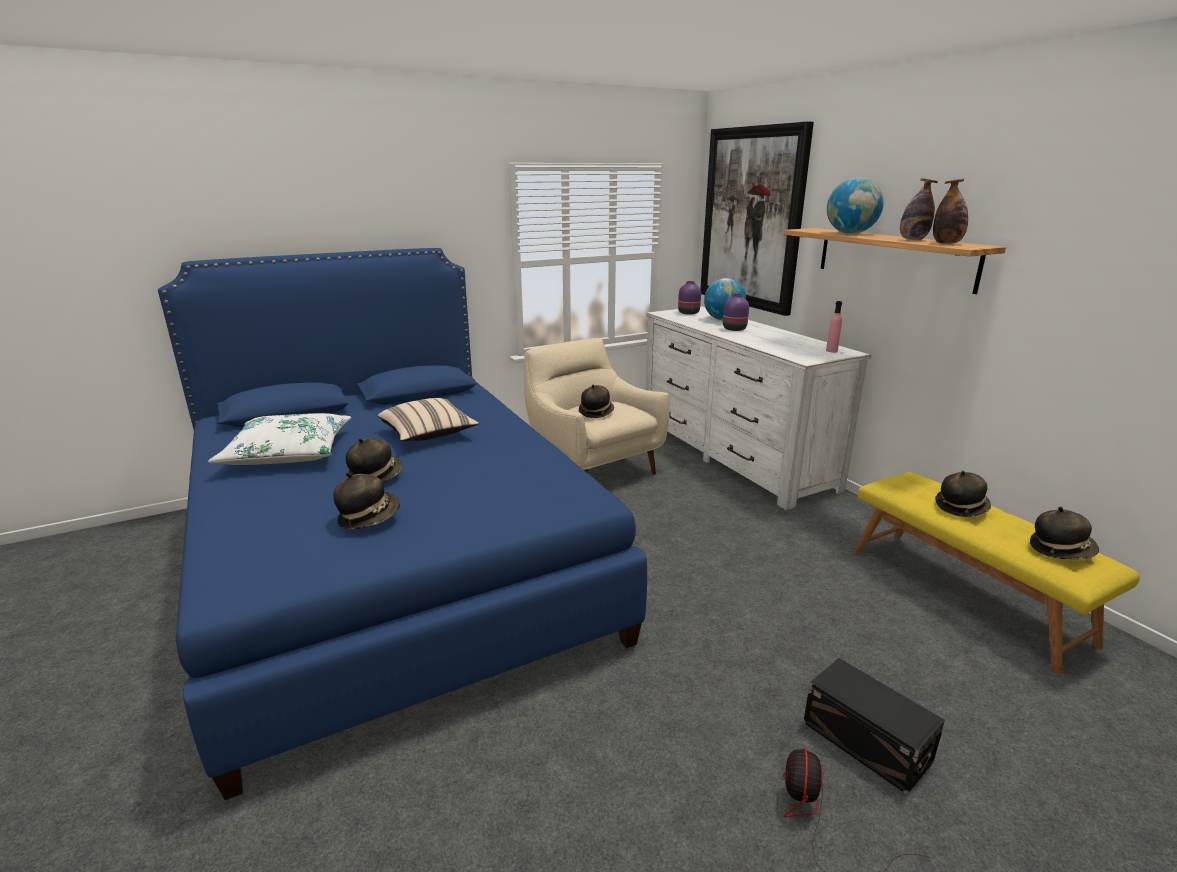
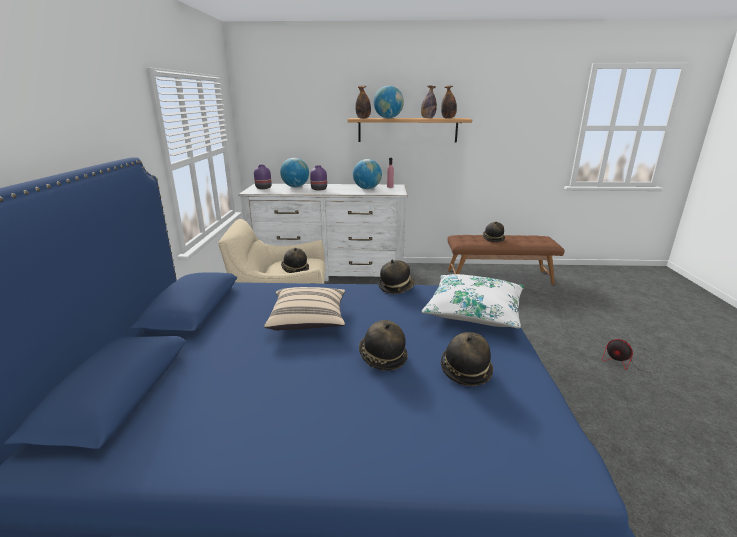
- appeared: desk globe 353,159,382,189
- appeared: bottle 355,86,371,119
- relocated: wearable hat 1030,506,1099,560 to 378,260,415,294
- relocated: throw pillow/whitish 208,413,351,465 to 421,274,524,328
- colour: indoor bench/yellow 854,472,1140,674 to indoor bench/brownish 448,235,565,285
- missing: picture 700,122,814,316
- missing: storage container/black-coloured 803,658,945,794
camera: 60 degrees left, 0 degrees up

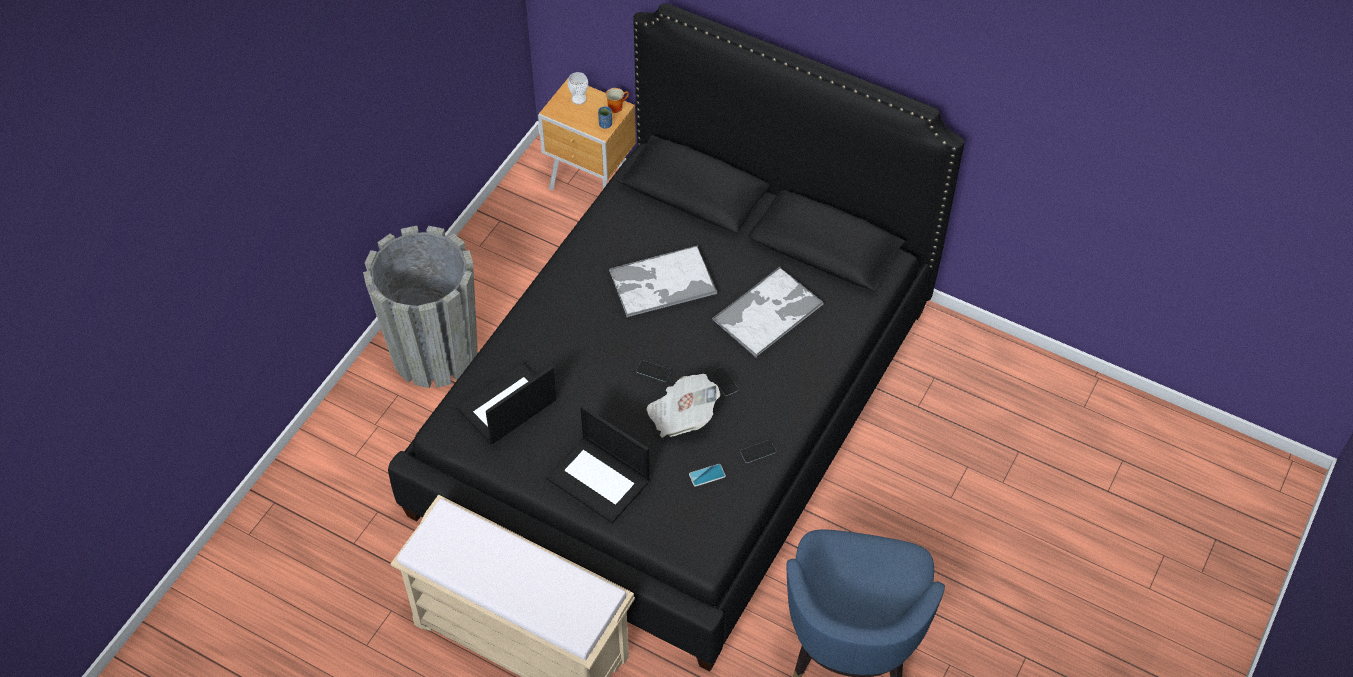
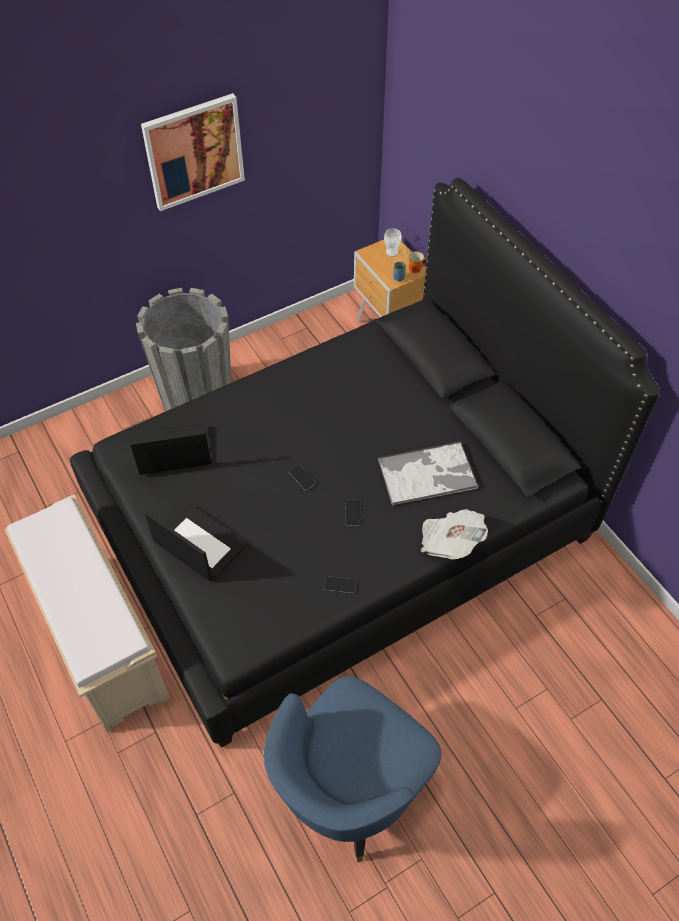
- appeared: picture 141,93,245,211
- spun: notebook computer 546,406,650,523 = 145,504,248,581 150 degrees clockwise
- relocated: newspaper 646,374,720,438 to 421,509,488,560
- missing: serving tray 609,245,717,317
- missing: handset 689,464,726,487
camera: 30 degrees right, 0 degrees up

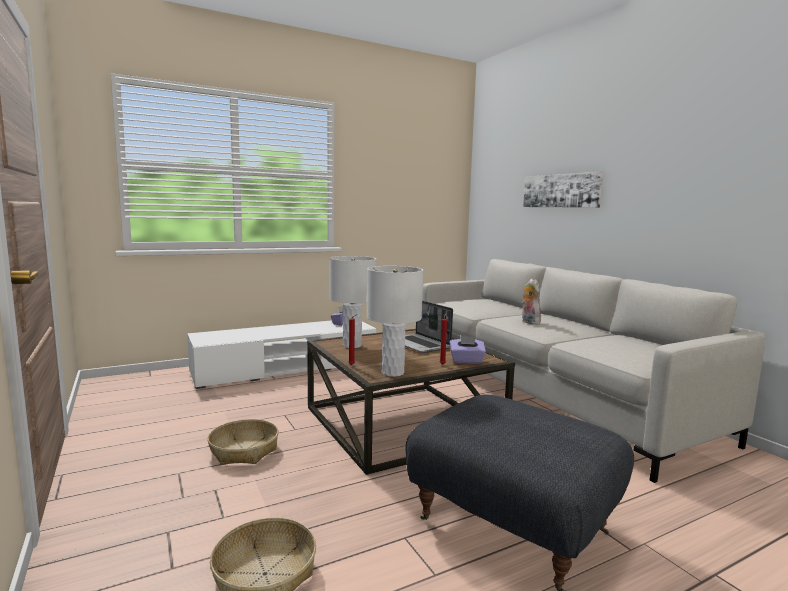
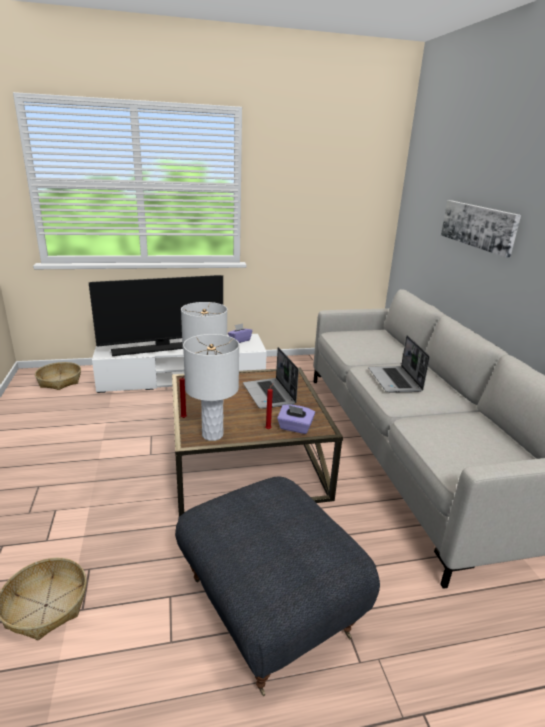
- relocated: storage basket 207,419,279,465 to 35,362,81,390
- appeared: television 89,275,223,356
- exchanged: cuddly toy 522,279,541,325 to notebook computer 368,335,430,393
camera: 15 degrees right, 15 degrees up

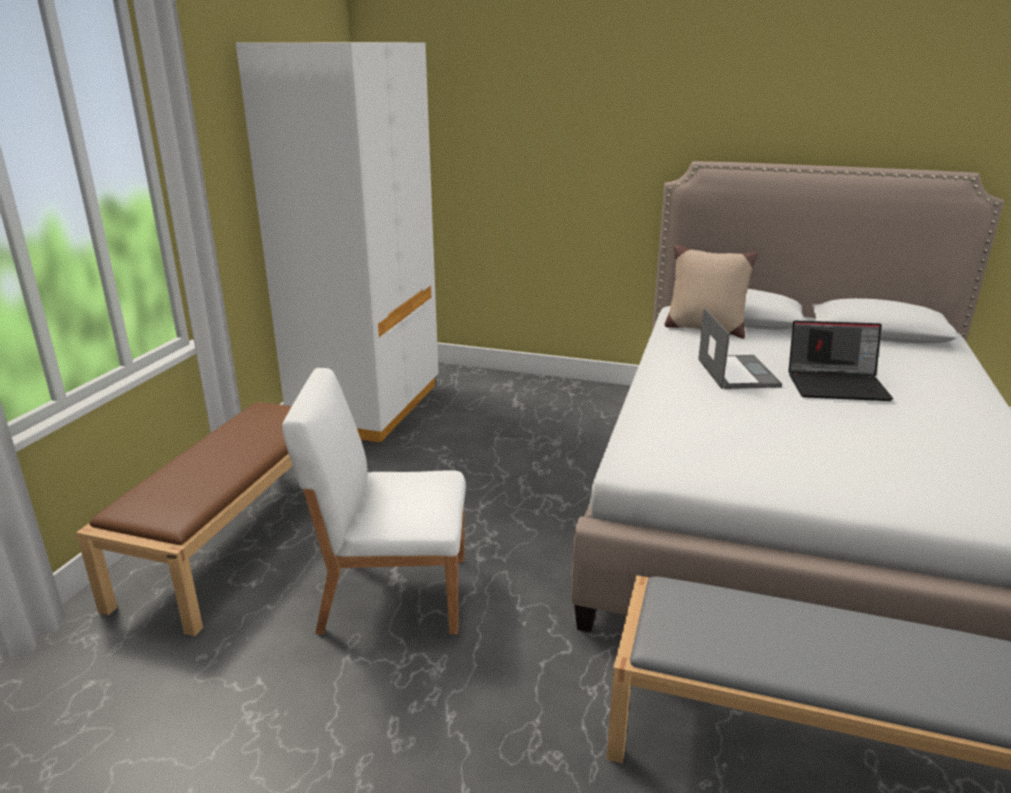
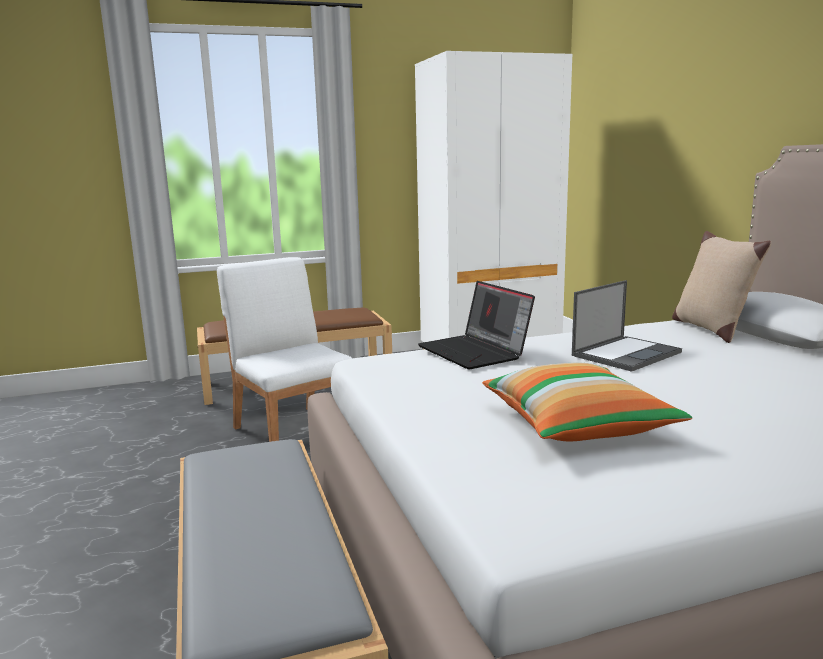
- relocated: notebook computer 788,321,893,401 to 418,281,535,369
- appeared: throw pillow 482,363,692,441
camera: 55 degrees right, 10 degrees down

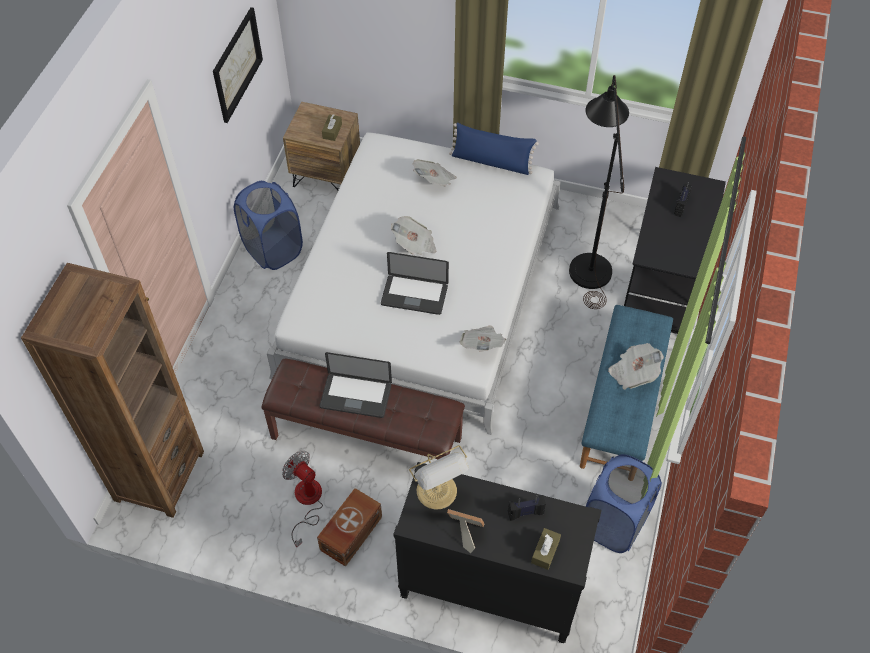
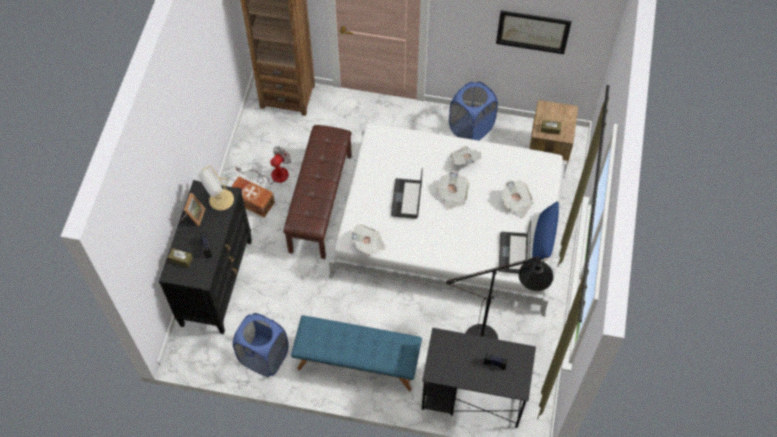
- relocated: newspaper 608,343,664,390 to 450,146,481,165
- relocated: notebook computer 320,352,392,418 to 499,221,531,274
camera: 85 degrees right, 5 degrees up

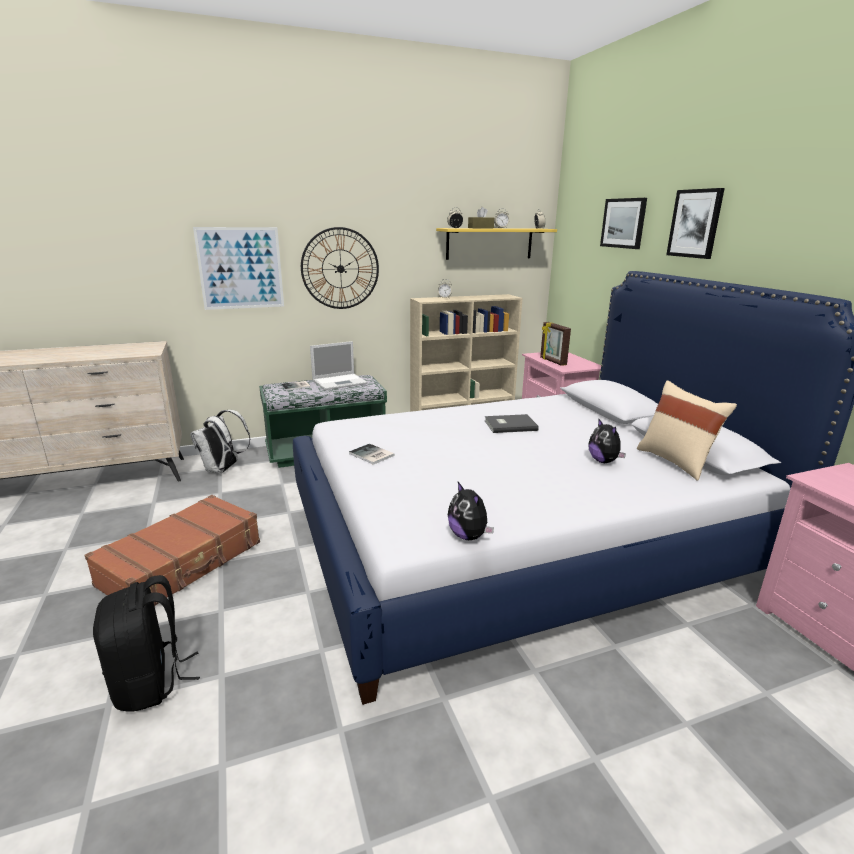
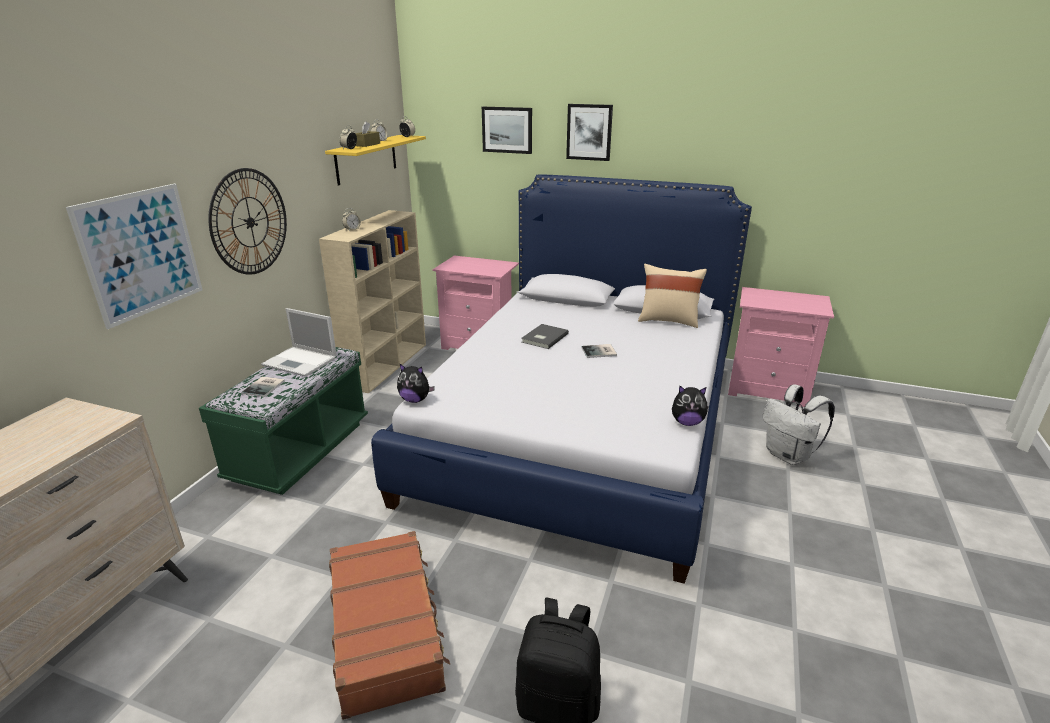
- spun: notebook computer 310,341,368,390 = 261,308,337,377 105 degrees clockwise
- relocated: cuddly toy 588,418,626,463 to 397,363,435,403
- relocated: book 349,444,394,465 to 582,344,617,358
- relocated: rucksack/whitish 190,410,250,473 to 763,384,835,465
- missing: photo frame 540,322,571,366
camera: 50 degrees left, 5 degrees up

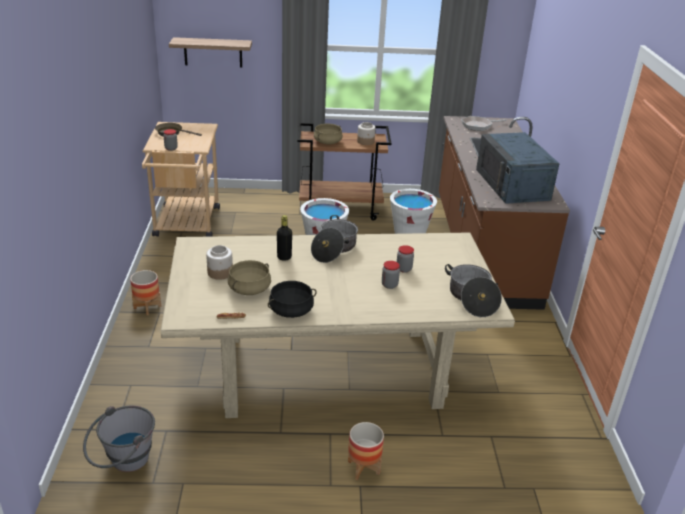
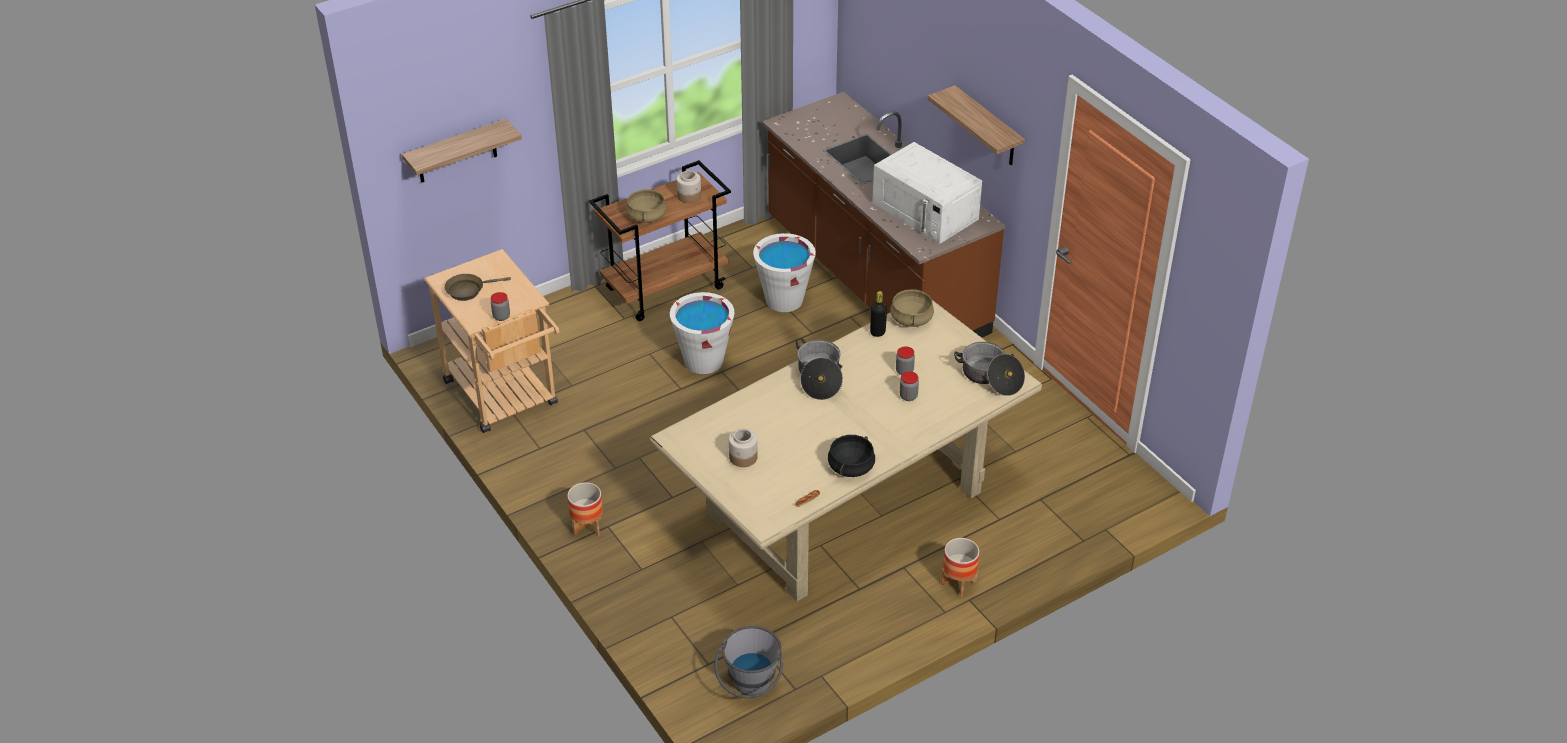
- relocated: bottle/black-coloured 277,215,292,261 to 870,291,887,337
- colour: microwave oven/blue-coloured 476,132,559,204 to microwave oven/whitish 872,142,982,244
- relocated: stockpot/beige 228,260,271,295 to 890,289,934,327
- appeared: wall shelf 928,85,1025,165
- missing: pan 461,116,507,131
camera: 30 degrees left, 10 degrees up

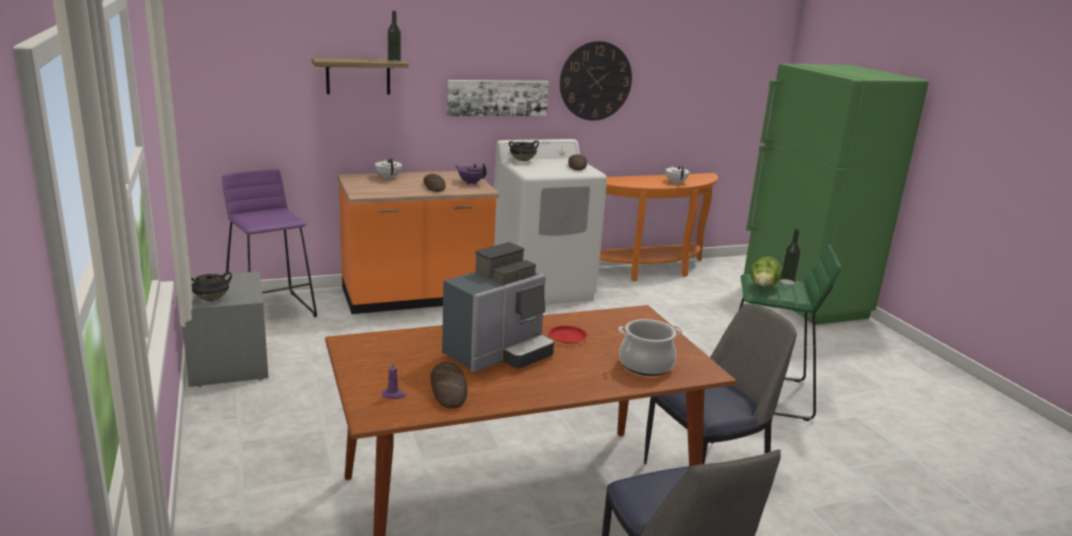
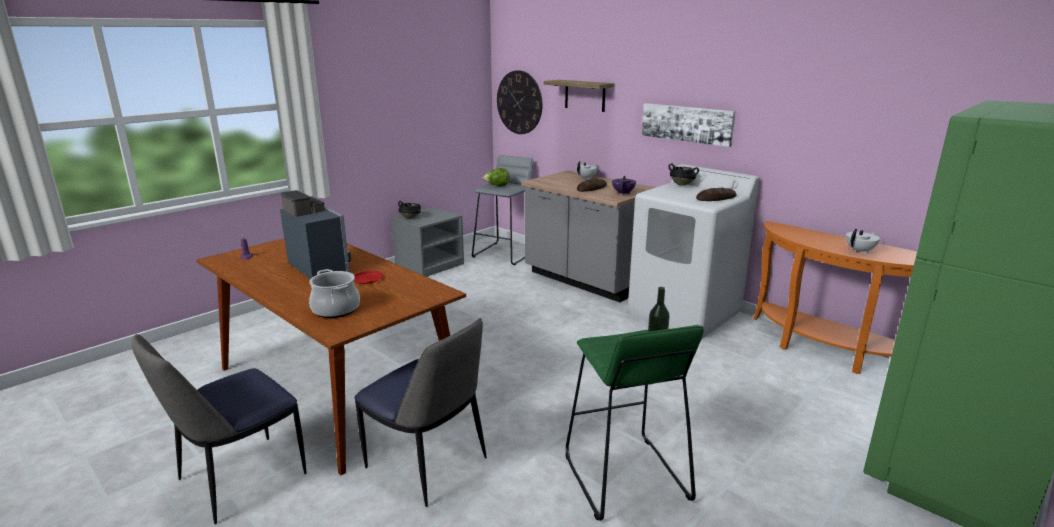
- spun: coffee brewer 442,242,554,372 = 280,190,351,279 150 degrees counterclockwise
- colour: sitting stool/purple 222,169,317,317 to sitting stool/greyish 472,155,533,265
- relocated: lettuce head 750,256,781,287 to 482,168,510,186
- relocated: wall clock 560,41,632,121 to 497,70,542,134
- colour: kitchen counter/orangey 337,171,499,314 to kitchen counter/greyish 521,171,656,302
- missing: bottle 387,11,401,62
- missing: baked bread 430,362,468,409
camera: 65 degrees right, 0 degrees up

